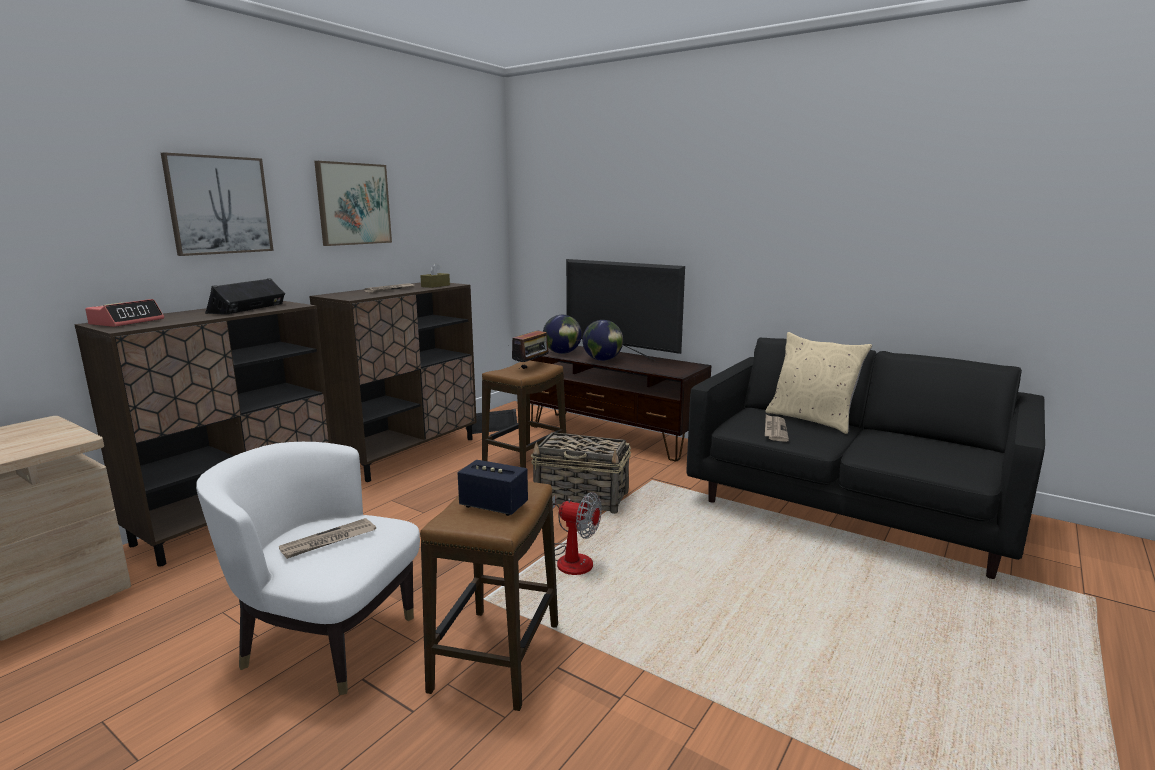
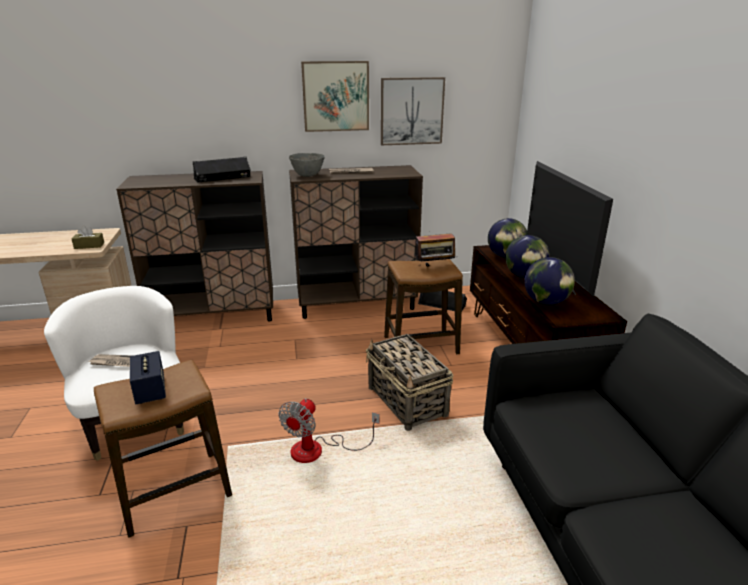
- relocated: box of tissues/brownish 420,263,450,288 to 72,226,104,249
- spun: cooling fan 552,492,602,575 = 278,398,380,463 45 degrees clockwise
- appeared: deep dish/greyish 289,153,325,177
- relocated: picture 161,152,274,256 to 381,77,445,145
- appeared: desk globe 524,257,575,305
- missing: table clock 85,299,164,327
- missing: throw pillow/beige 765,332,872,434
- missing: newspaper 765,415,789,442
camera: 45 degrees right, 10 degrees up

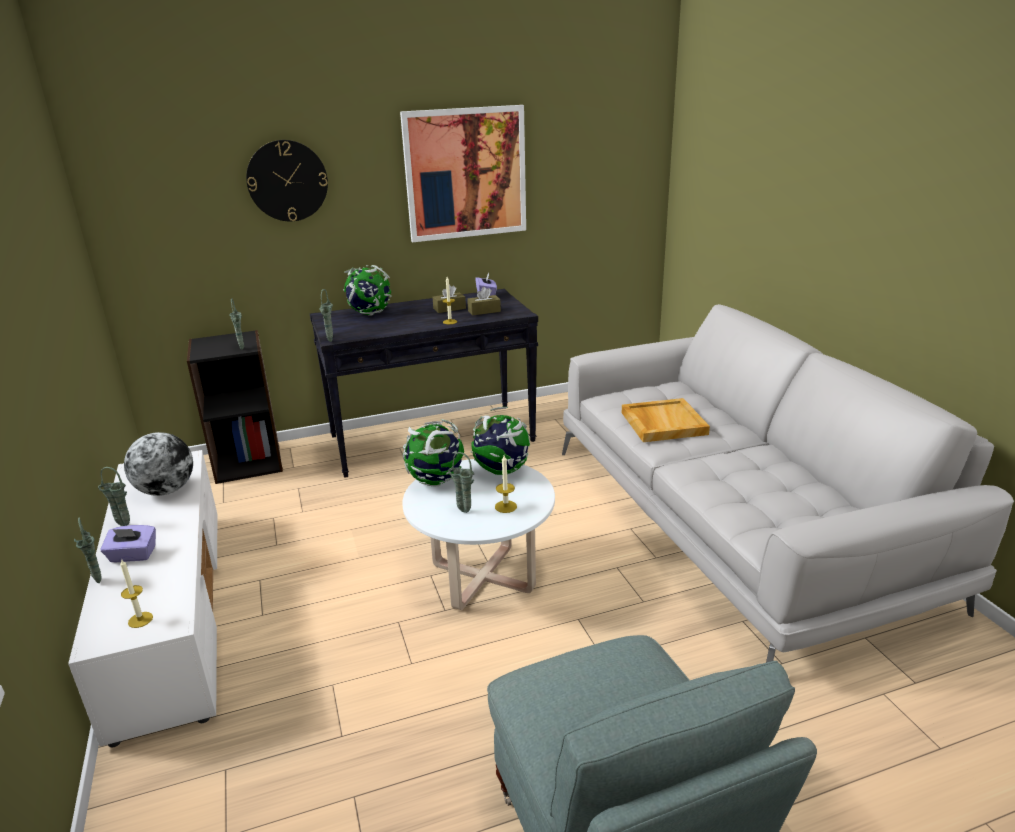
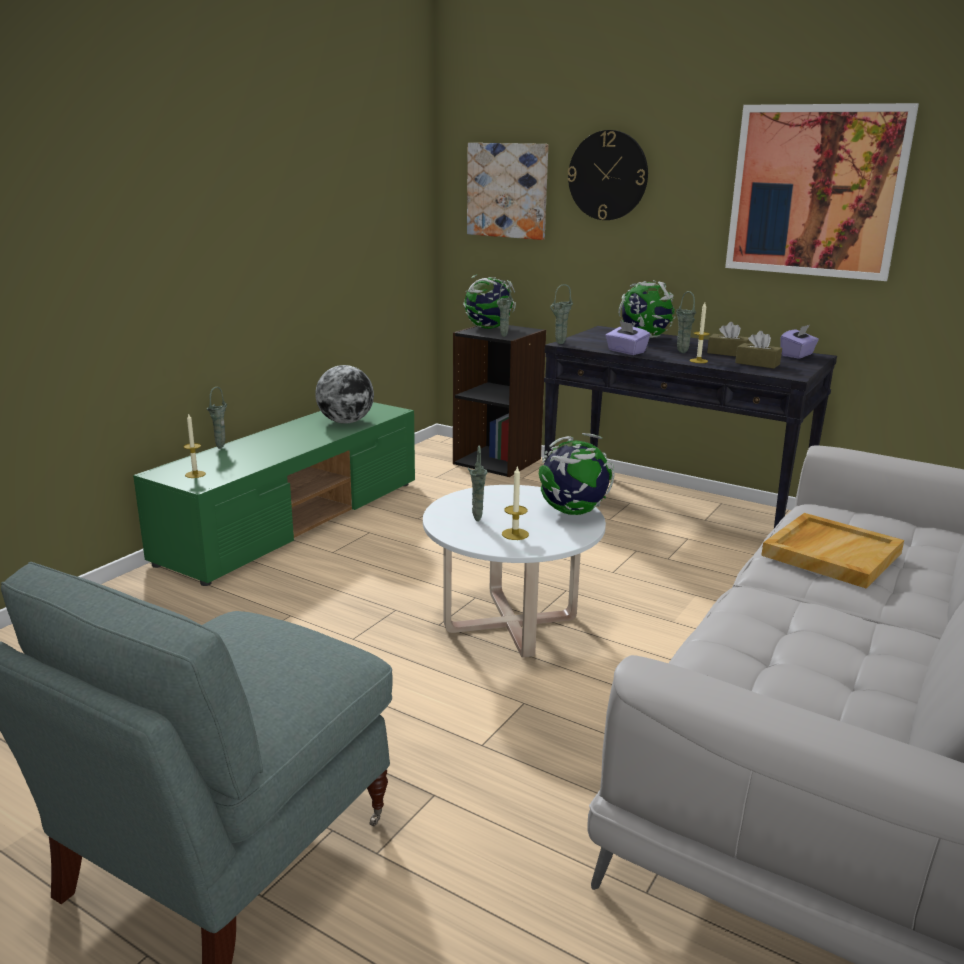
- colour: tv unit/whitish 68,450,217,747 to tv unit/green-coloured 133,402,415,586
- relocated: desk globe 403,419,464,487 to 463,274,516,329
- appeared: picture 467,143,548,240
- relocated: box of tissues/purple 100,525,156,562 to 606,321,650,355
- relocated: flower vase/green-coloured 98,467,130,526 to 676,291,696,353
camera: 50 degrees right, 5 degrees down

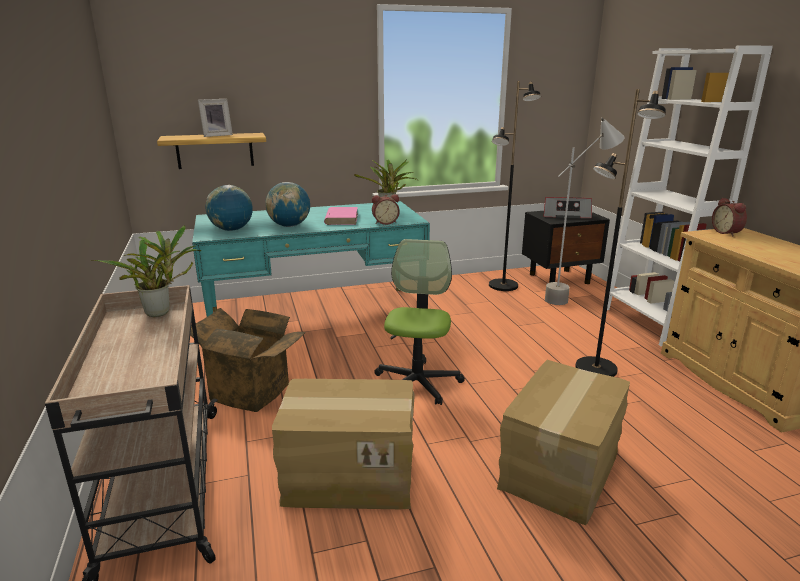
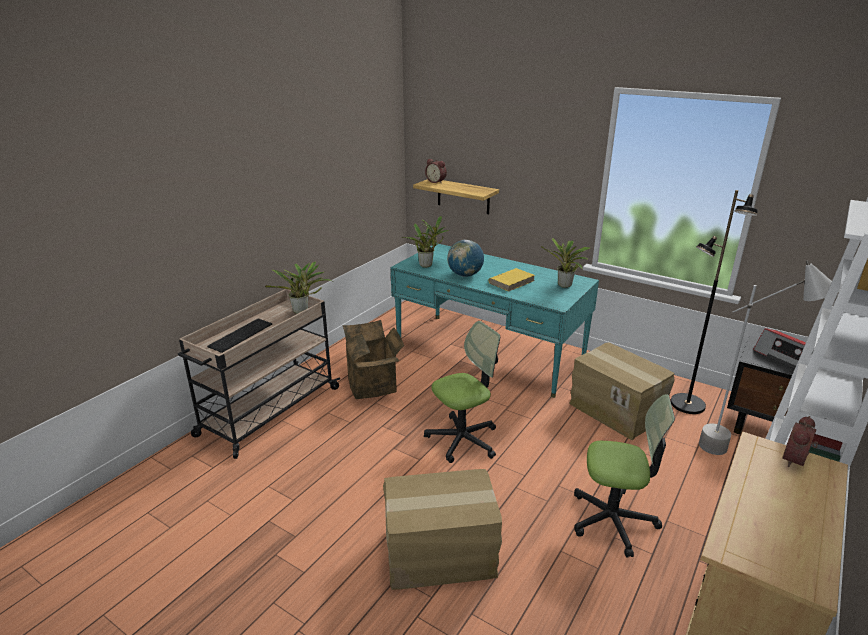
- appeared: PC keyboard 207,319,272,353
- exchanged: desk globe 206,185,253,231 to houseplant 401,216,449,268
- relocated: table clock 372,194,400,225 to 425,159,447,184
- colour: book/pink 324,207,358,225 to book/yellow 488,268,535,292
- relocated: cardboard box 272,379,415,509 to 569,342,675,440
- exchanged: standing lamp/black-coloured 575,89,666,377 to computer chair 574,394,675,558
- missing: photo frame 198,99,233,137
camera: 50 degrees right, 5 degrees up

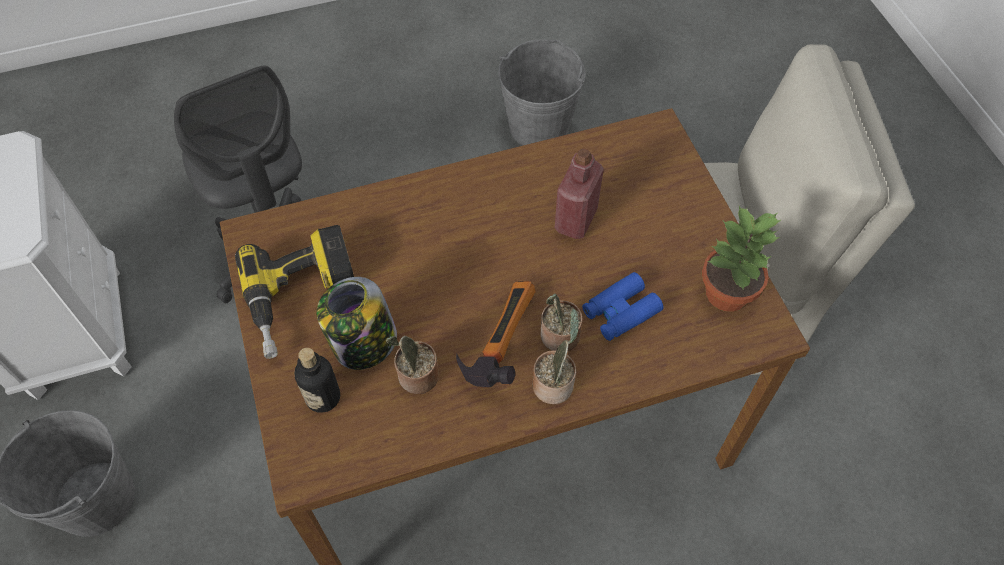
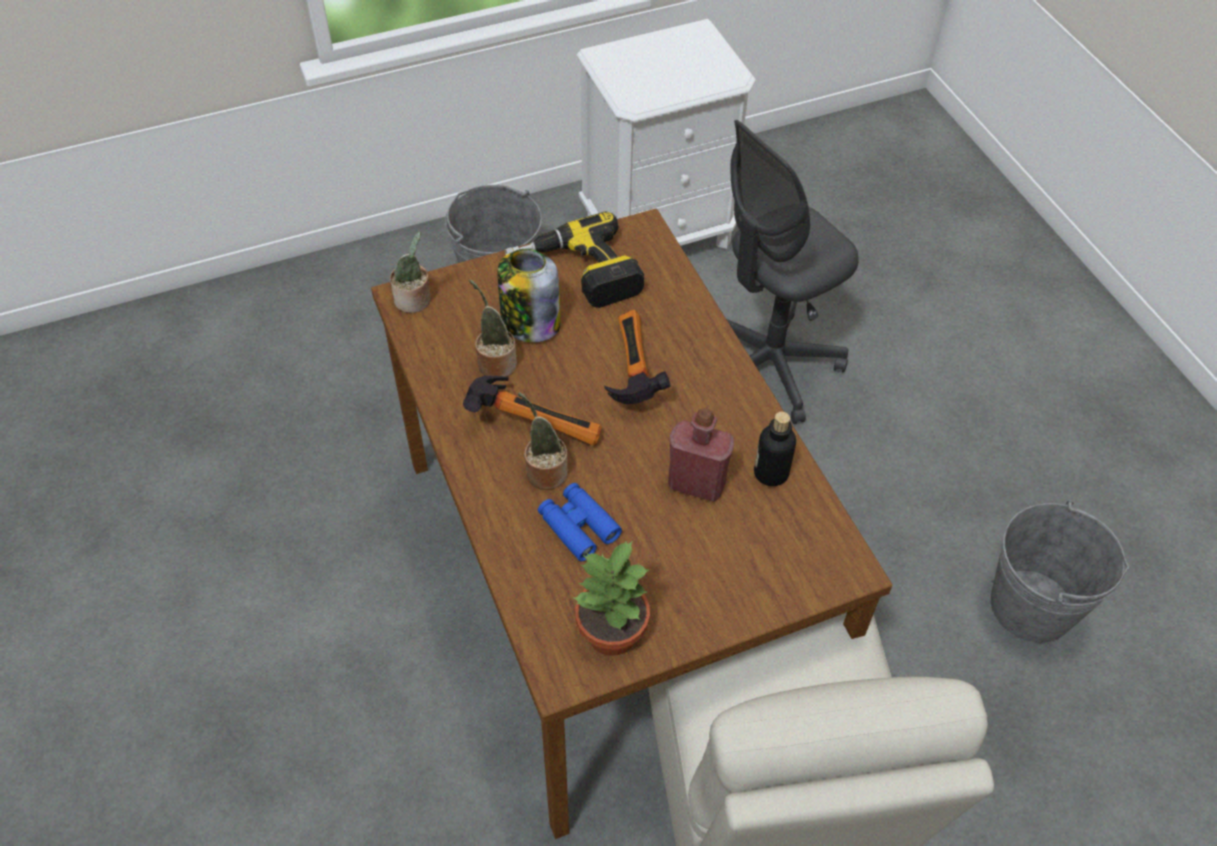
- relocated: houseplant 533,309,579,404 to 390,231,431,313
- appeared: hand hammer 604,310,670,404
- relocated: bottle 294,348,340,413 to 754,411,796,486
camera: 85 degrees right, 5 degrees down

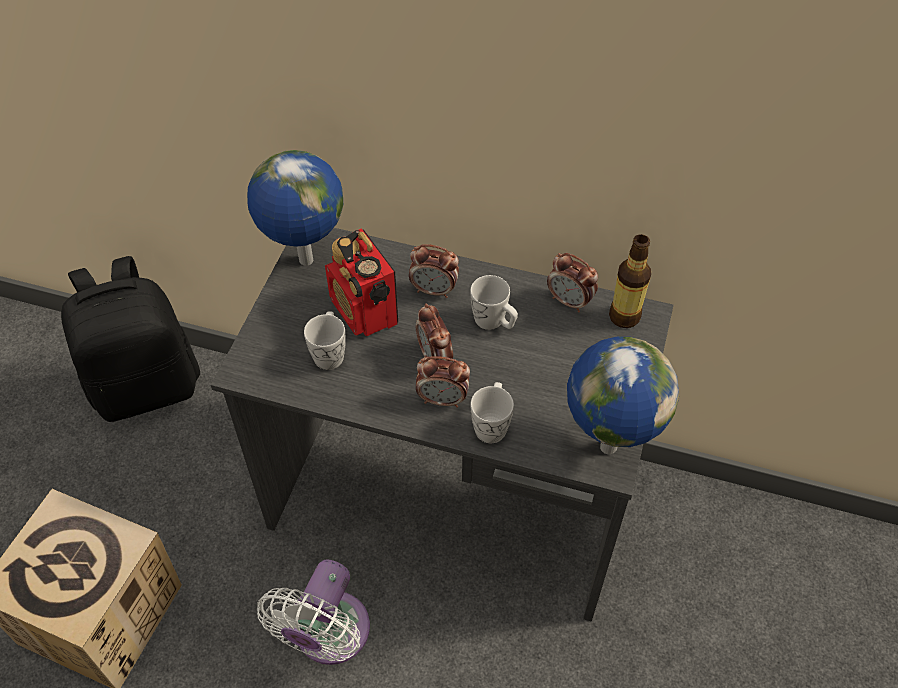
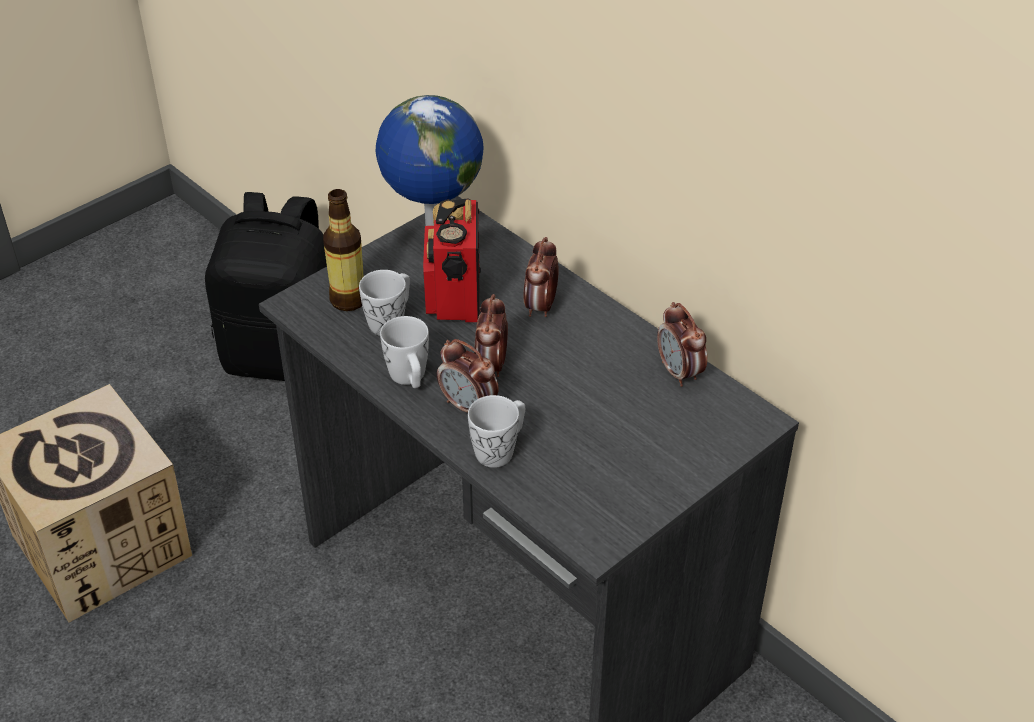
- relocated: bottle 609,234,651,328 to 323,189,364,311
- relocated: tea mug/whitish 470,275,518,330 to 380,316,429,388
- spun: table clock 409,244,459,298 = 523,237,559,317 60 degrees clockwise
- missing: cooling fan/whitish 257,560,370,665
- missing: desk globe 567,337,679,454
camera: 30 degrees right, 10 degrees down

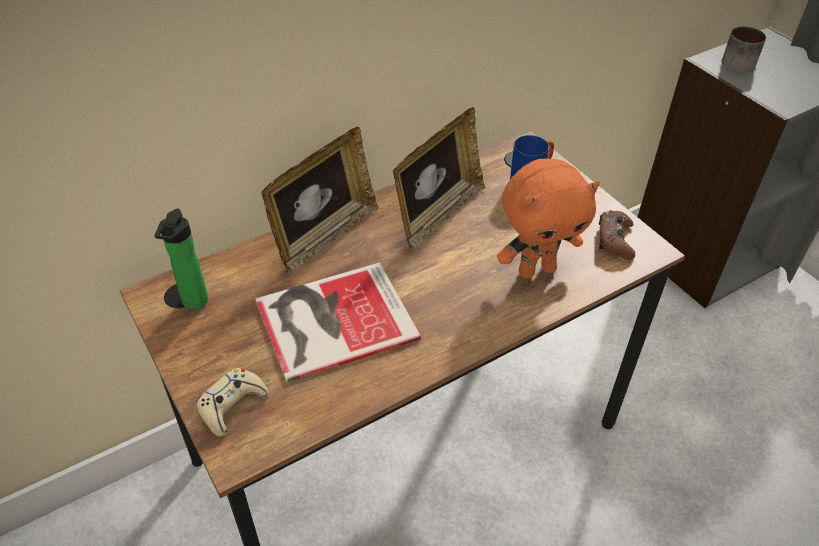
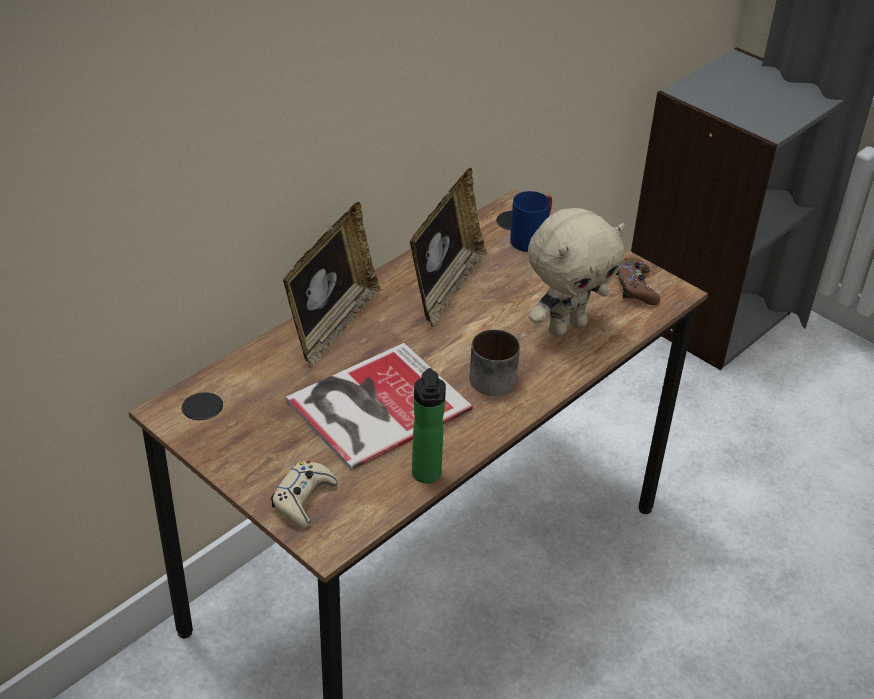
- relocated: bottle 154,208,208,310 to 412,368,446,484
- relocated: tea mug 721,26,766,73 to 469,329,520,396
- colour: cuddly toy/orangey 497,159,600,279 to cuddly toy/beige 528,208,625,337
camera: 15 degrees left, 5 degrees down

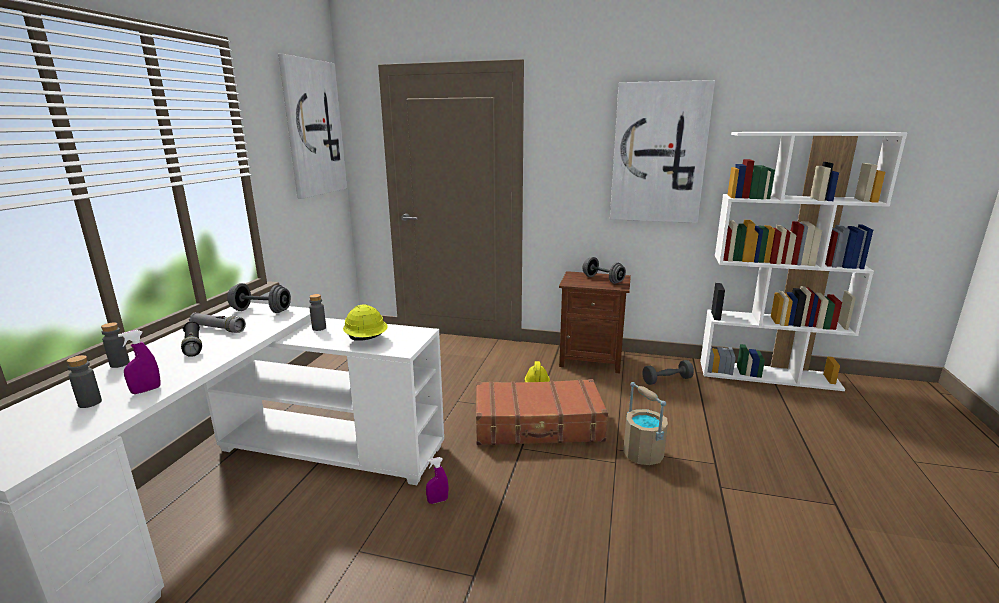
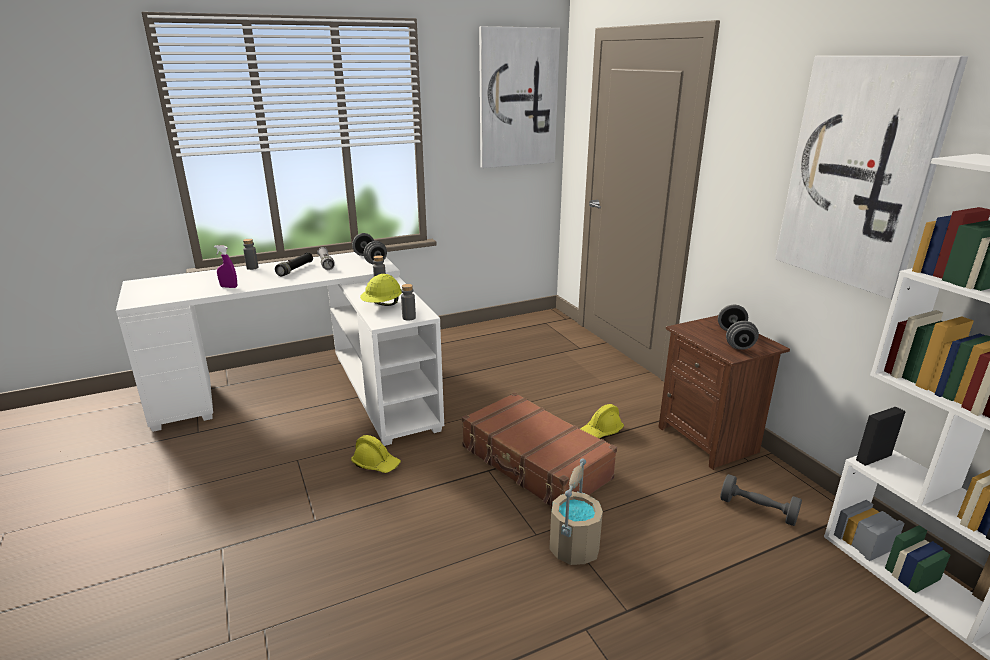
- exchanged: spray bottle/purple 426,457,448,504 to work helmet/yellow 351,435,401,473
- relocated: bottle/greyish 67,355,102,408 to 401,284,416,320
camera: 50 degrees right, 5 degrees up

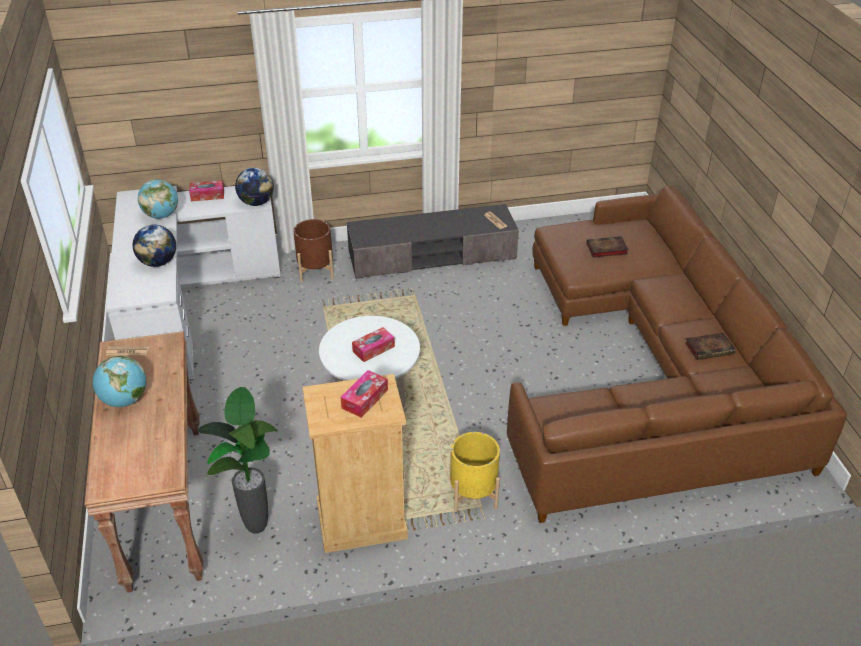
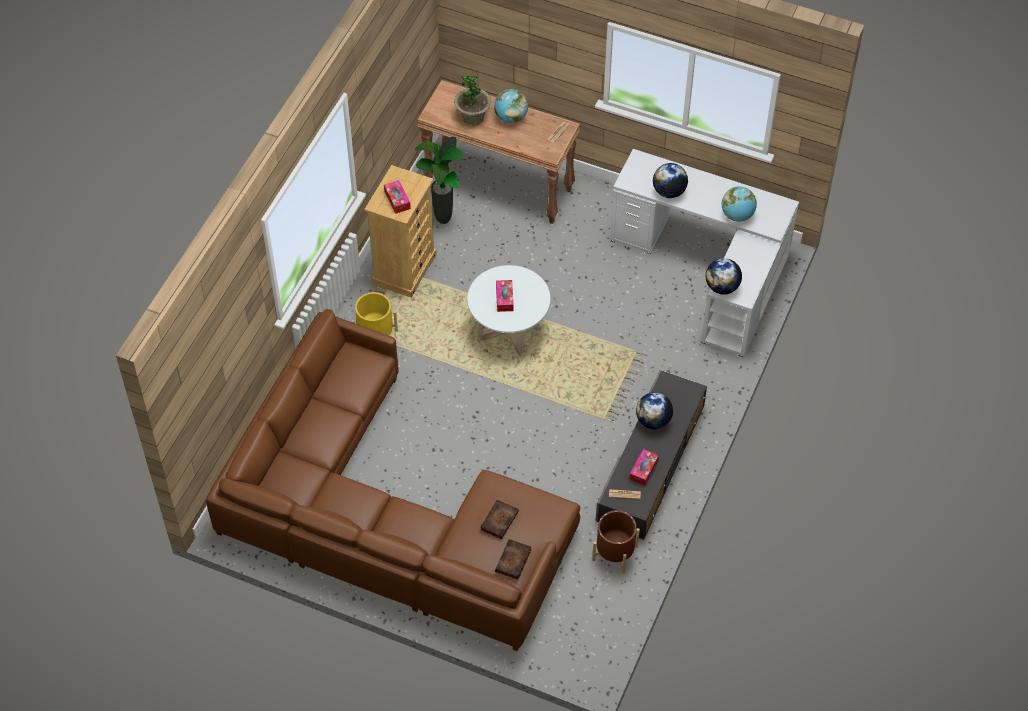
- appeared: houseplant 454,75,491,125
- relocated: book 685,333,736,360 to 495,539,532,580
- relocated: planter/brownish 293,219,334,282 to 592,510,640,574
- relocated: box of tissues 189,180,224,201 to 630,449,659,486
- appeared: desk globe 636,392,673,429
camera: 125 degrees right, 15 degrees up

